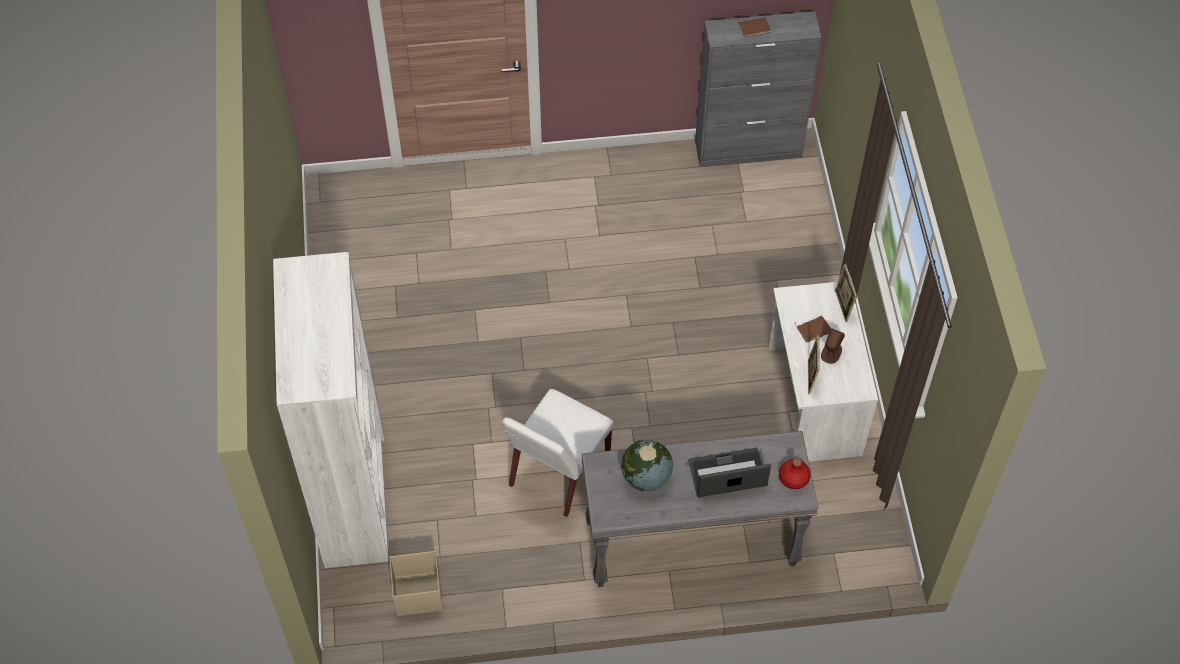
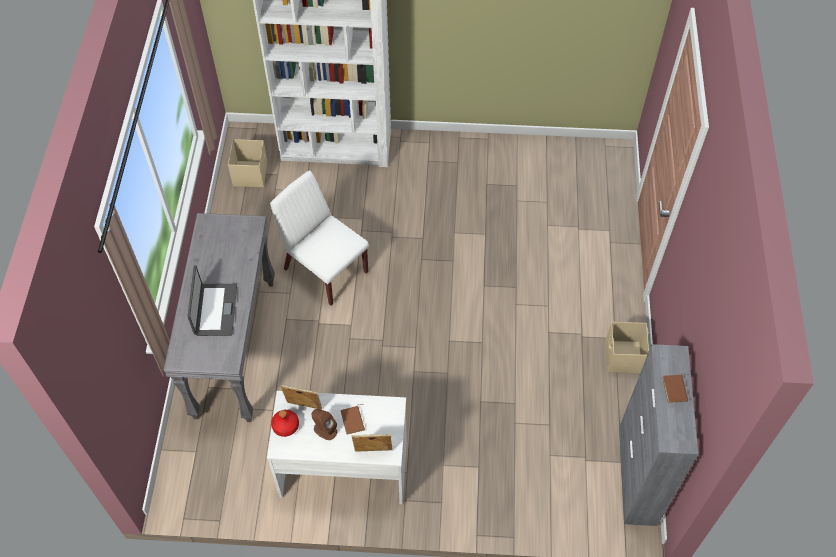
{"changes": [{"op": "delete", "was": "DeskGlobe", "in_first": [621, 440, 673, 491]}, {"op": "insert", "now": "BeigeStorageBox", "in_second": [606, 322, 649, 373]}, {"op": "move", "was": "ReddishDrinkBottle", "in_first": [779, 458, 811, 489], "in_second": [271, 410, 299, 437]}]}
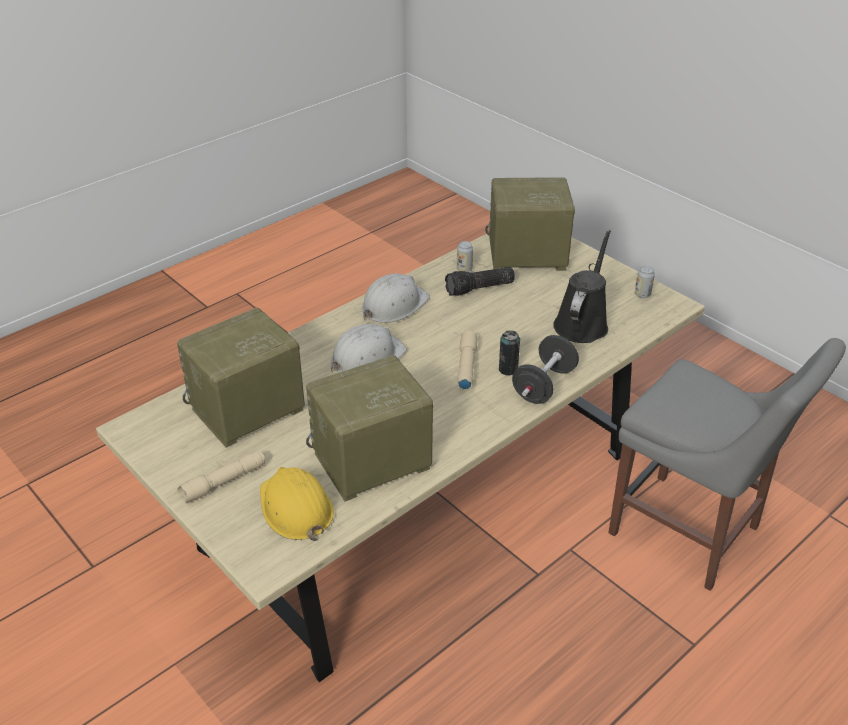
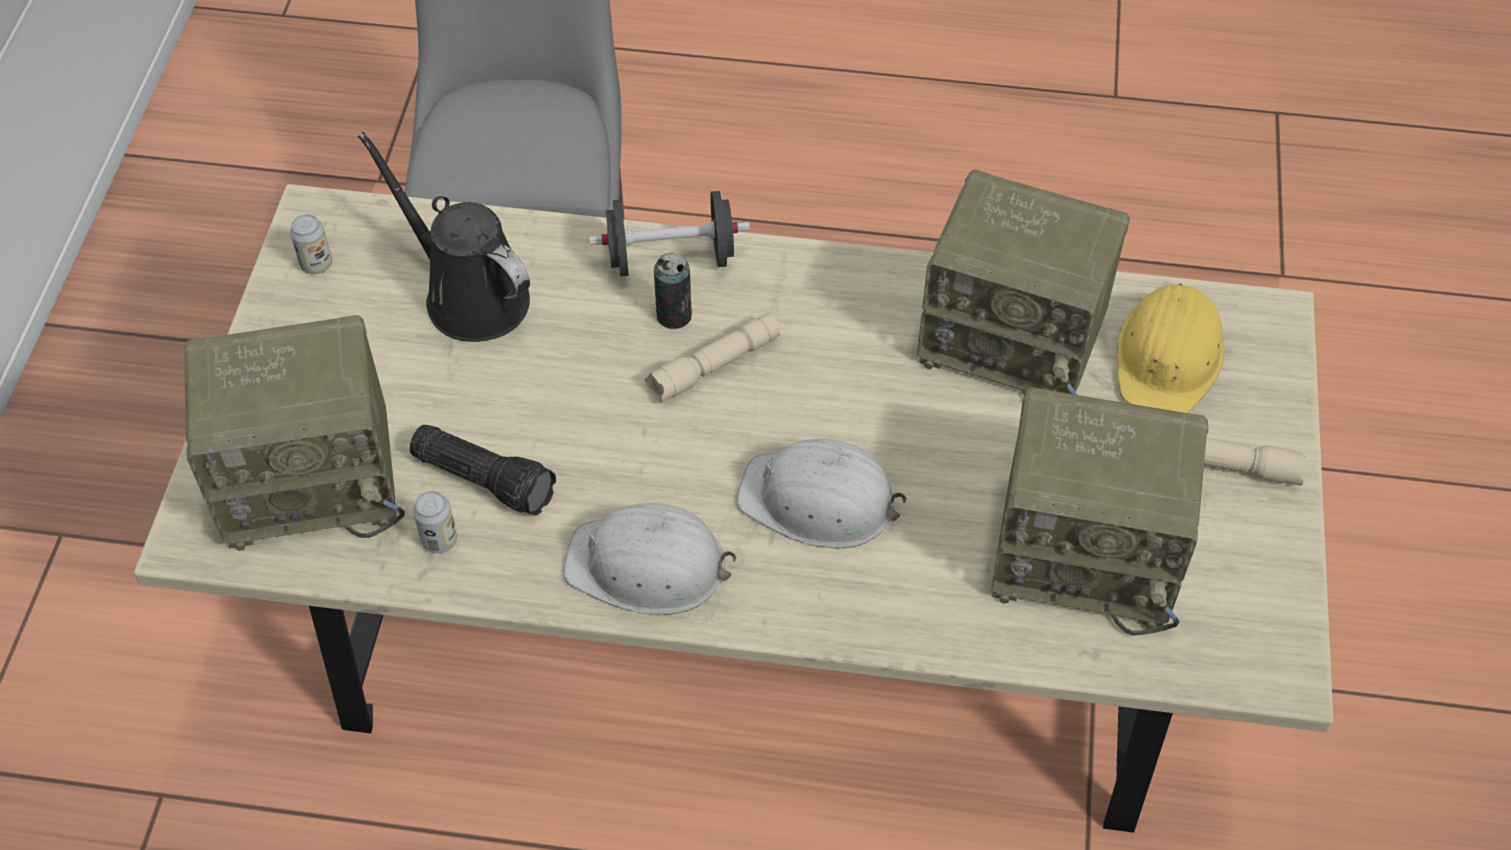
{"changes": [{"op": "rotate", "was": "RadioReceiver", "in_first": [485, 177, 575, 271], "in_second": [183, 315, 405, 551], "clockwise": -60}, {"op": "rotate", "was": "BlackishSprinklingCan", "in_first": [553, 230, 611, 343], "in_second": [358, 132, 530, 342], "clockwise": 60}]}
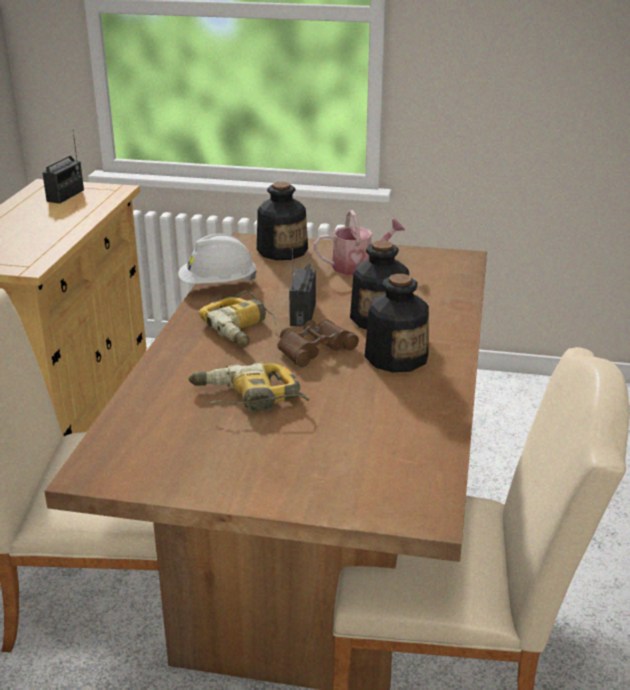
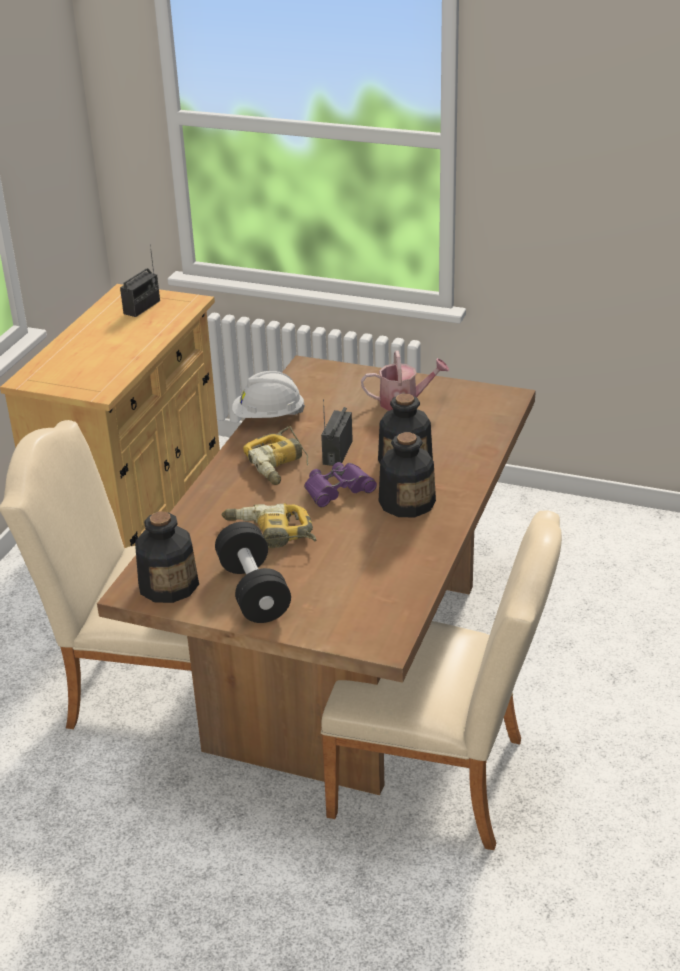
{"changes": [{"op": "insert", "now": "BlackishHandWeight", "in_second": [215, 522, 291, 623]}, {"op": "move", "was": "DrinkBottle", "in_first": [257, 182, 308, 260], "in_second": [135, 512, 199, 603]}, {"op": "recolor", "was": "BrownColouredPairOfBinoculars", "now": "PurplePairOfBinoculars", "in_first": [277, 319, 359, 367], "in_second": [304, 462, 377, 507]}]}
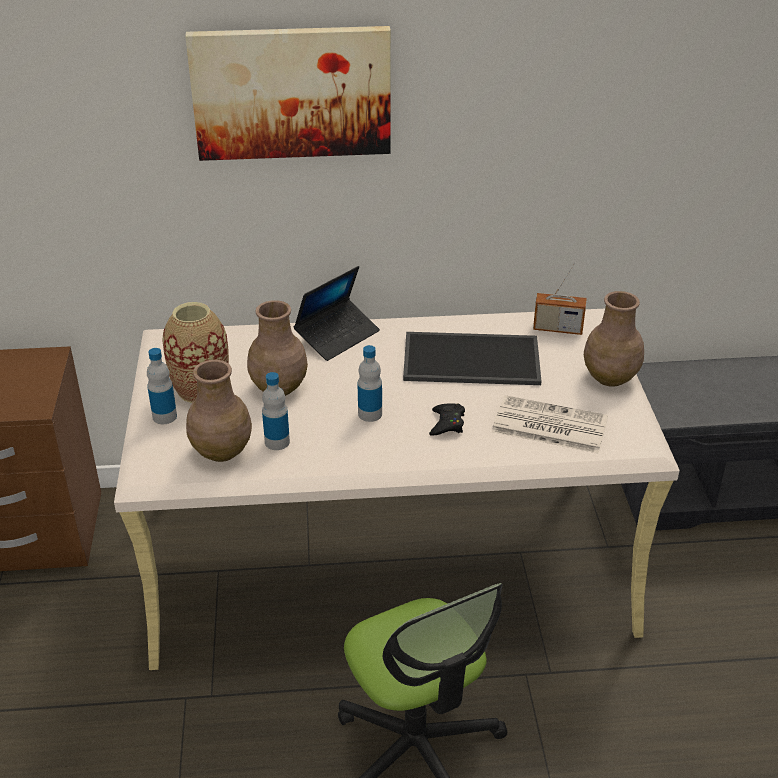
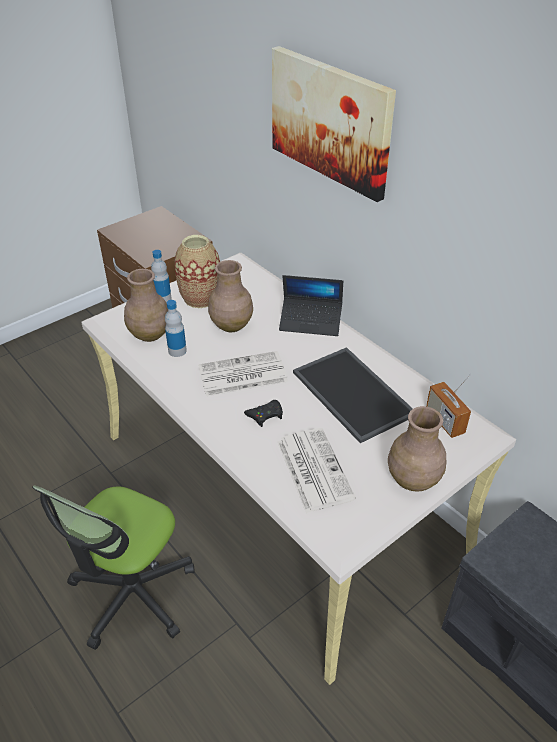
{"changes": [{"op": "replace", "was": "DrinkBottle", "now": "DailyPaper", "in_first": [358, 345, 382, 422], "in_second": [198, 351, 288, 396]}]}
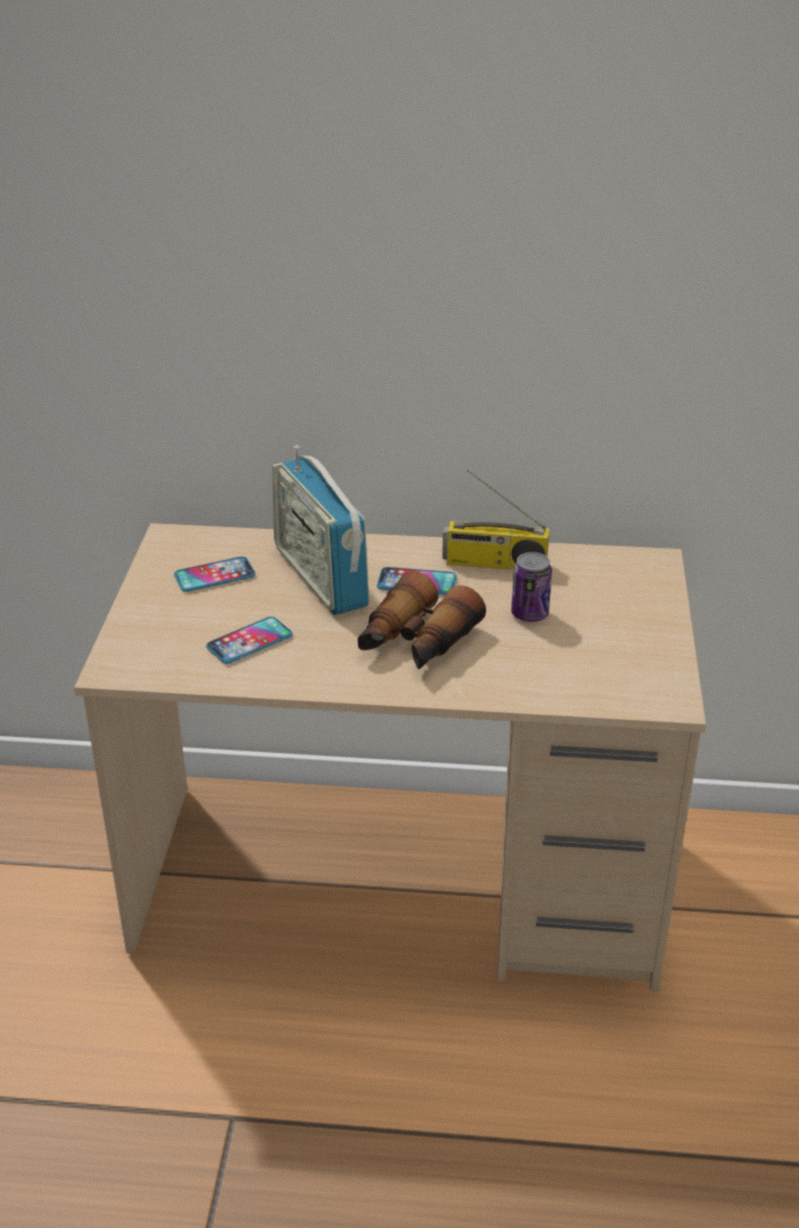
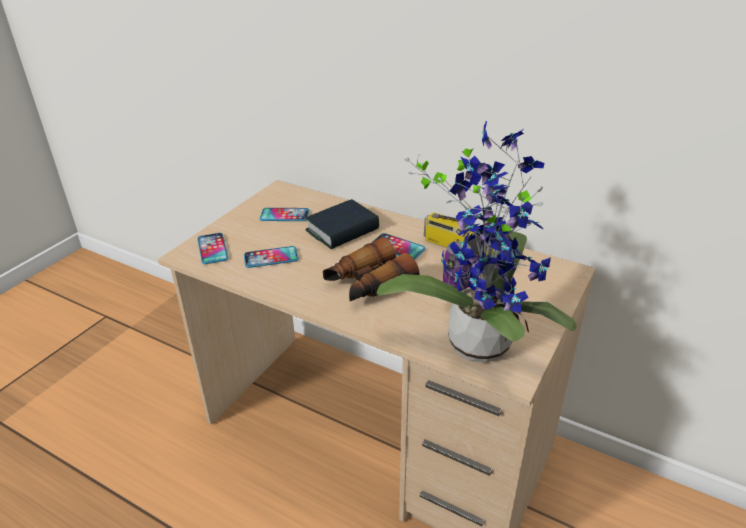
{"changes": [{"op": "insert", "now": "Telephone", "in_second": [197, 233, 229, 264]}, {"op": "insert", "now": "PottedPlant", "in_second": [376, 121, 577, 363]}, {"op": "replace", "was": "RadioReceiver", "now": "BoundBook", "in_first": [272, 445, 370, 615], "in_second": [305, 199, 379, 249]}]}
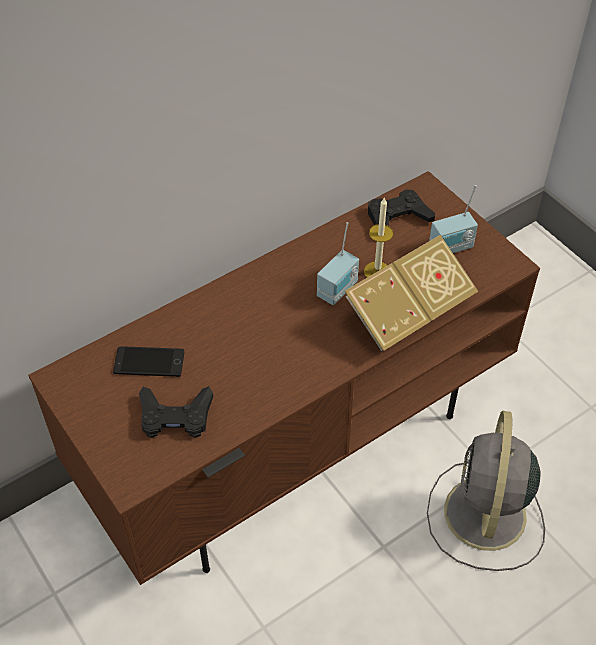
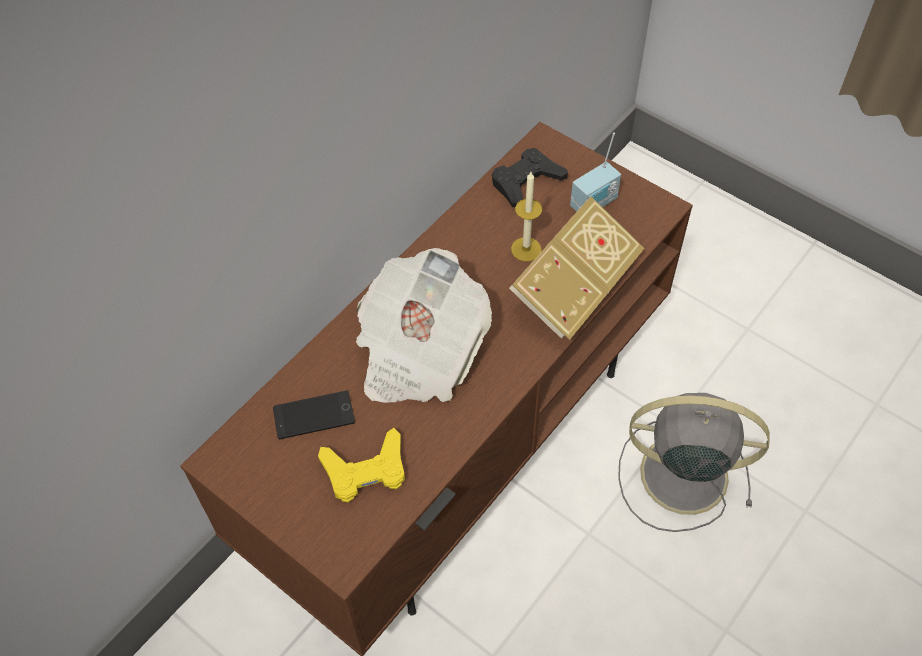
{"changes": [{"op": "delete", "was": "RadioReceiver", "in_first": [317, 222, 359, 305]}, {"op": "insert", "now": "DailyPaper", "in_second": [356, 248, 492, 403]}, {"op": "recolor", "was": "BlackishGameController", "now": "YellowGameController", "in_first": [139, 386, 213, 438], "in_second": [318, 428, 405, 502]}, {"op": "rotate", "was": "GrayCoolingFan", "in_first": [427, 411, 545, 571], "in_second": [618, 393, 770, 532], "clockwise": 105}]}
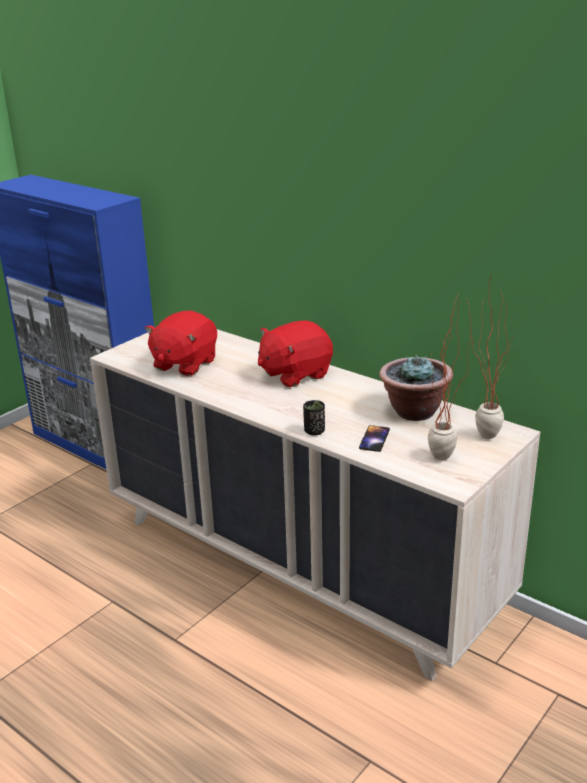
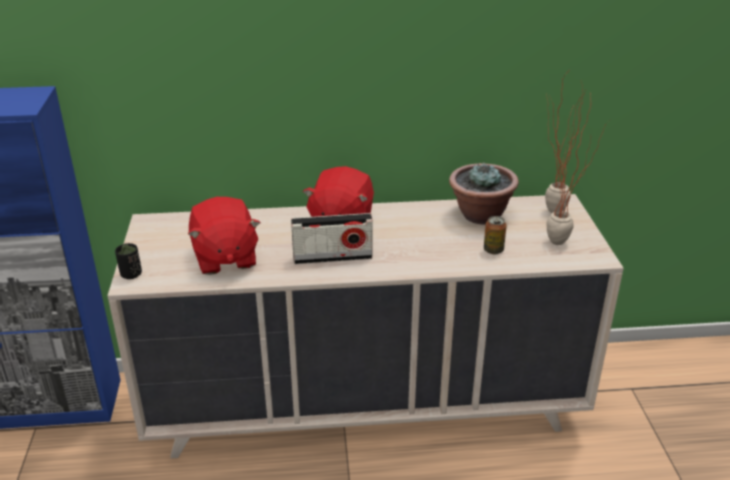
{"changes": [{"op": "insert", "now": "RadioReceiver", "in_second": [291, 213, 373, 264]}, {"op": "move", "was": "BlackishCup", "in_first": [303, 400, 325, 436], "in_second": [115, 243, 142, 279]}, {"op": "replace", "was": "Telephone", "now": "MetalCan", "in_first": [359, 425, 390, 452], "in_second": [484, 216, 507, 254]}]}
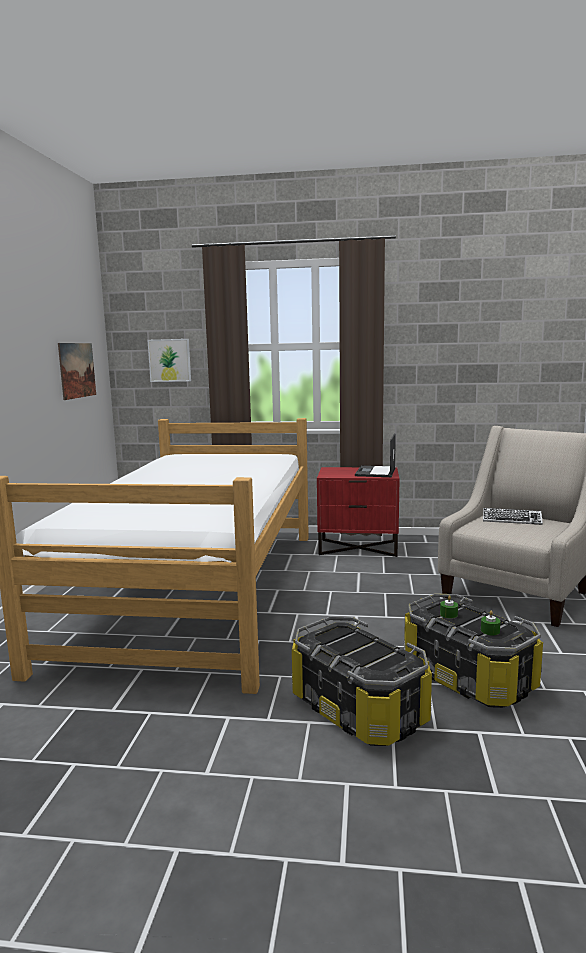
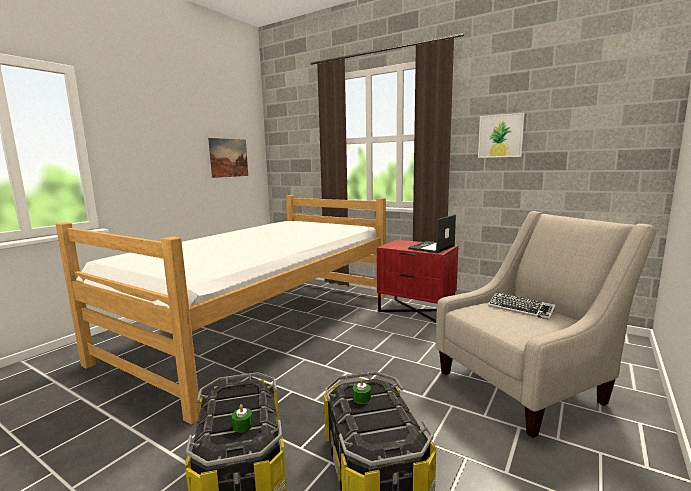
{"changes": [{"op": "move", "was": "Picture", "in_first": [148, 339, 191, 382], "in_second": [478, 113, 525, 158]}, {"op": "move", "was": "GreenColouredWaxLight", "in_first": [481, 611, 501, 635], "in_second": [232, 404, 253, 432]}]}
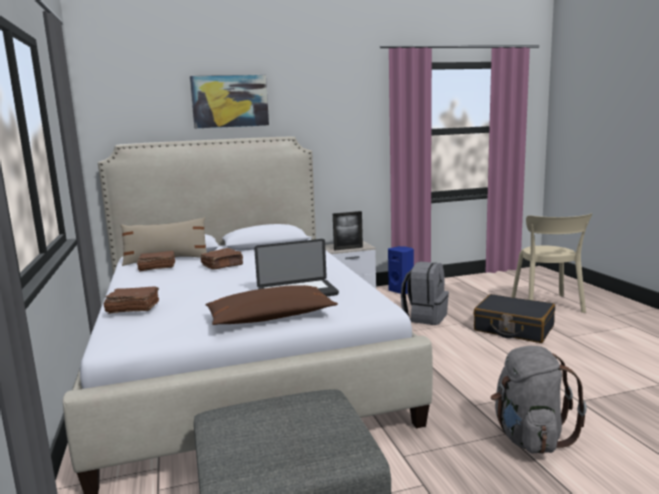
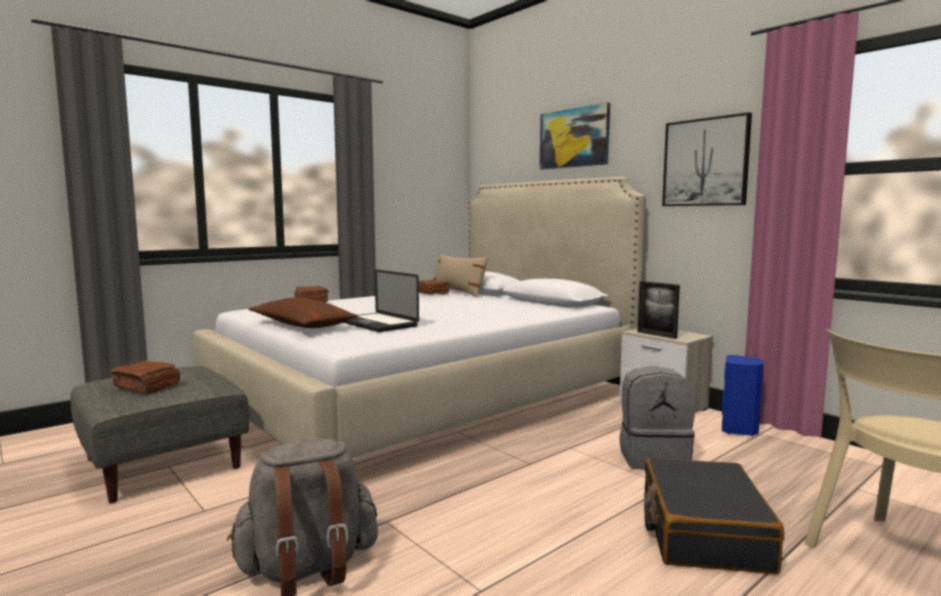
{"changes": [{"op": "insert", "now": "Picture", "in_second": [662, 112, 752, 206]}, {"op": "move", "was": "BrownColouredBoundBook", "in_first": [200, 248, 243, 270], "in_second": [110, 361, 180, 394]}]}
